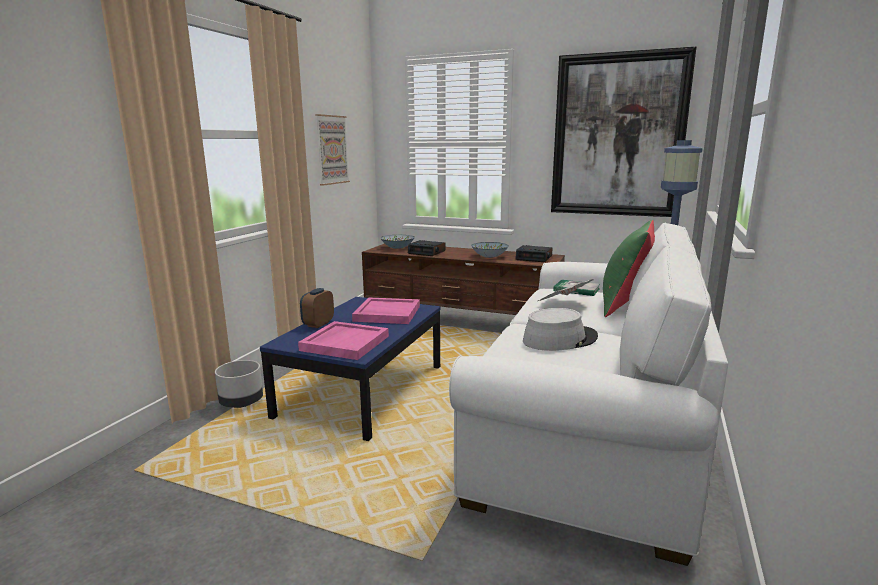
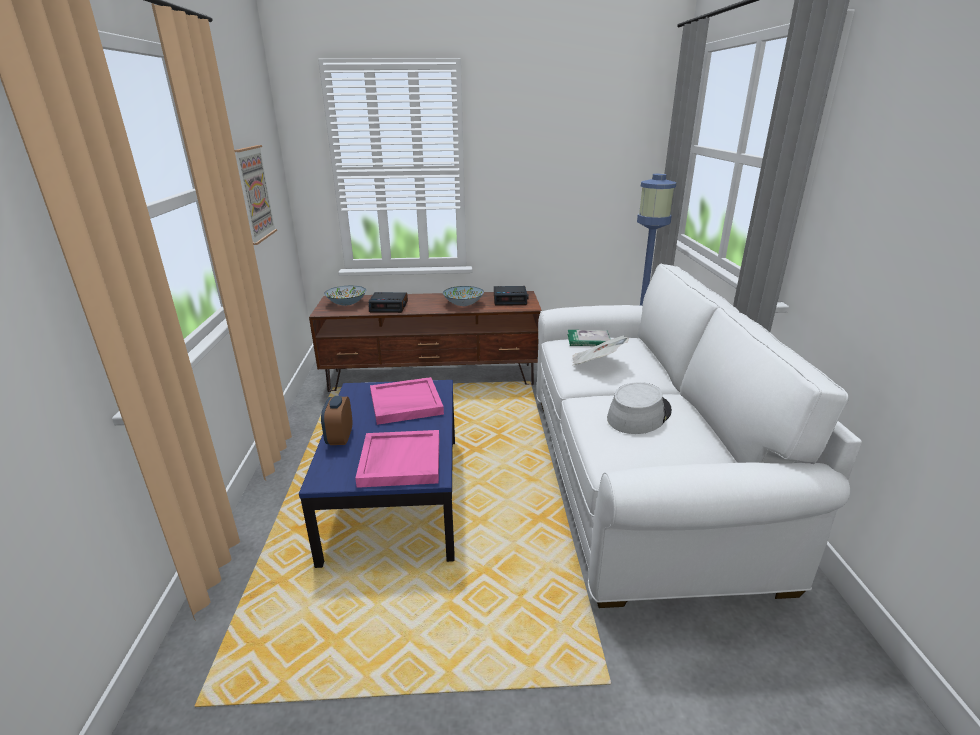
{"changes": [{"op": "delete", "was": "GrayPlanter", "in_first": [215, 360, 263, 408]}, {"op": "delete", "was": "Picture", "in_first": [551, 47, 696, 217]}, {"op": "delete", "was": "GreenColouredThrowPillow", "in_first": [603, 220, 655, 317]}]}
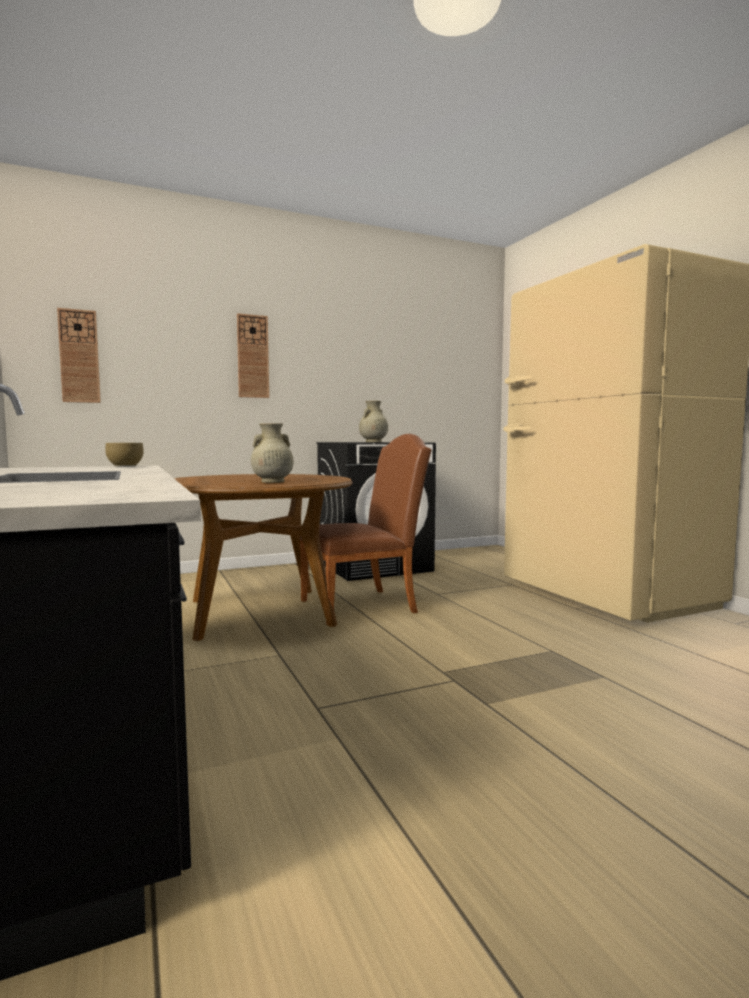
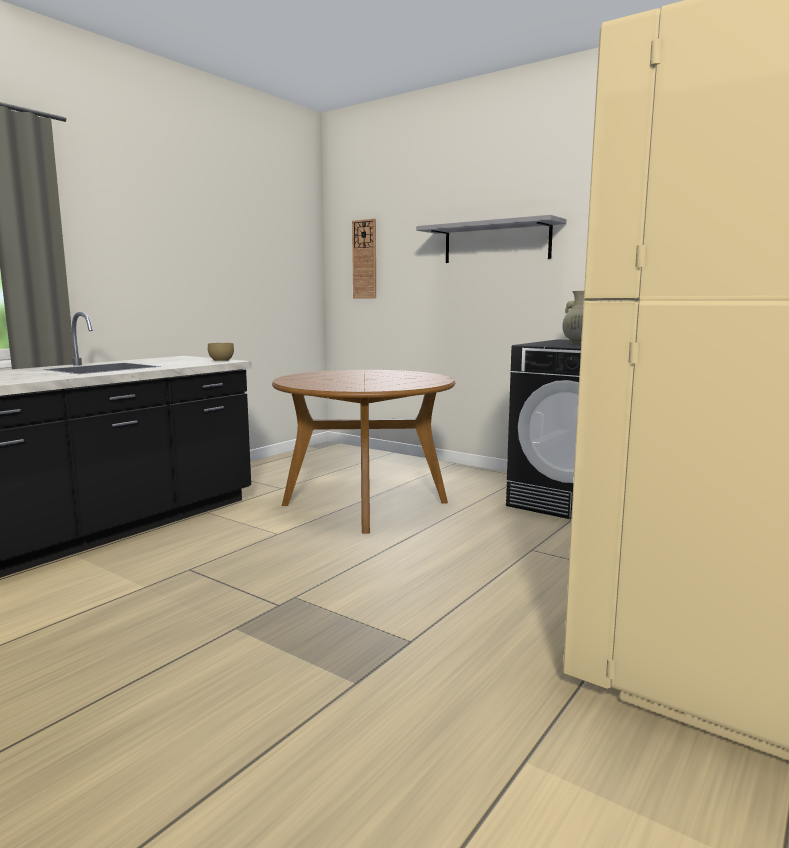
{"changes": [{"op": "delete", "was": "BeigeVase", "in_first": [251, 423, 293, 483]}, {"op": "delete", "was": "BrownColouredPlainChair", "in_first": [300, 434, 432, 624]}, {"op": "replace", "was": "ClockOnTheWall", "now": "GrayWallShelf", "in_first": [237, 313, 269, 398], "in_second": [416, 215, 566, 263]}]}
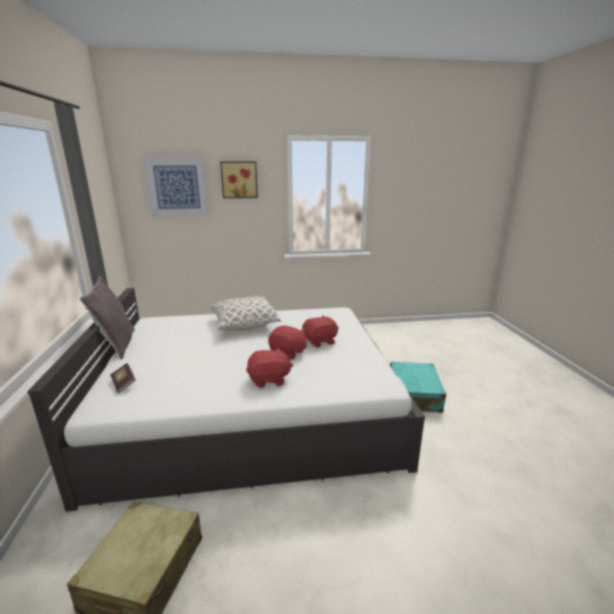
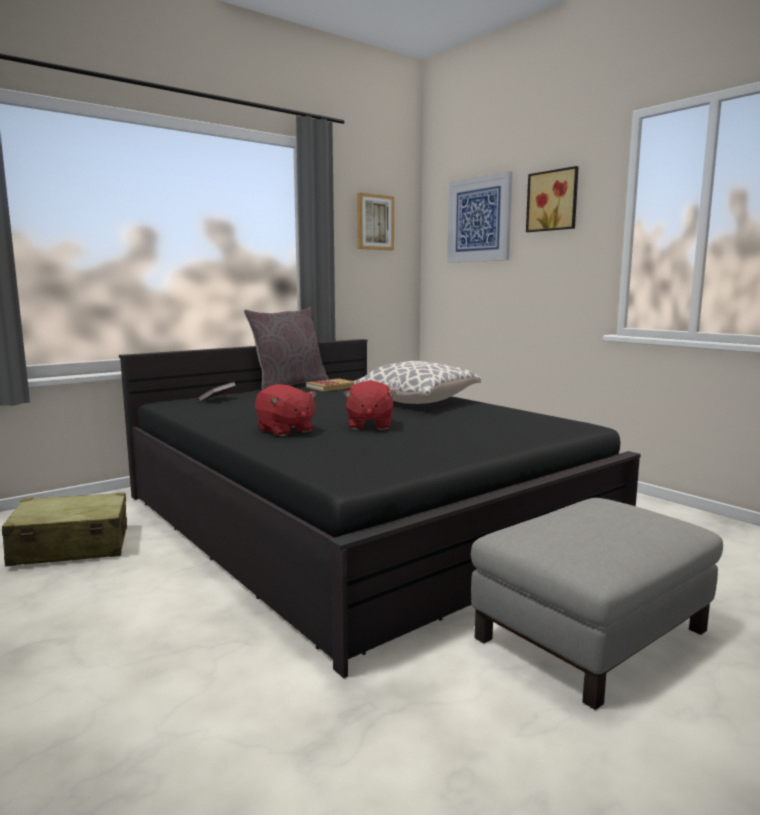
{"changes": [{"op": "delete", "was": "ReddishSoftToy", "in_first": [302, 316, 338, 348]}, {"op": "insert", "now": "BoundBook", "in_second": [306, 379, 354, 392]}, {"op": "insert", "now": "Picture", "in_second": [357, 193, 394, 250]}, {"op": "replace", "was": "BlueGreenTravelCase", "now": "GrayPouffe", "in_first": [390, 362, 446, 413], "in_second": [471, 498, 723, 710]}, {"op": "recolor", "was": "WhiteColouredBedroomBed", "now": "BlackishBedroomBed", "in_first": [27, 288, 425, 512], "in_second": [119, 339, 641, 678]}]}
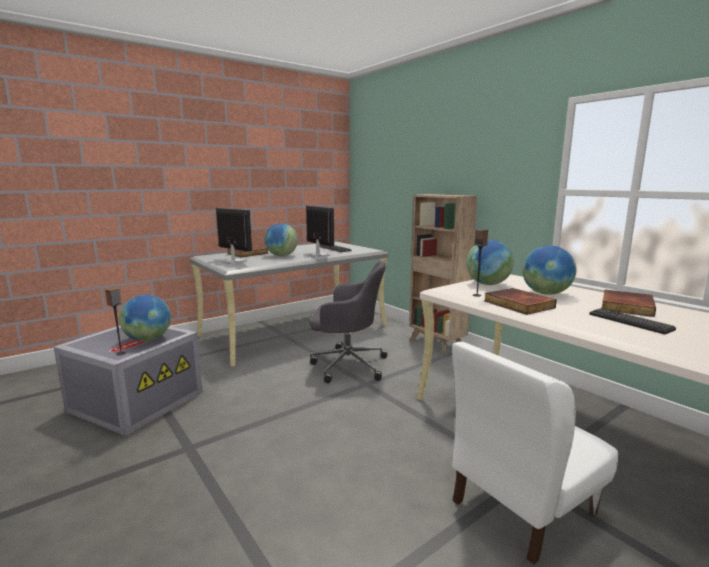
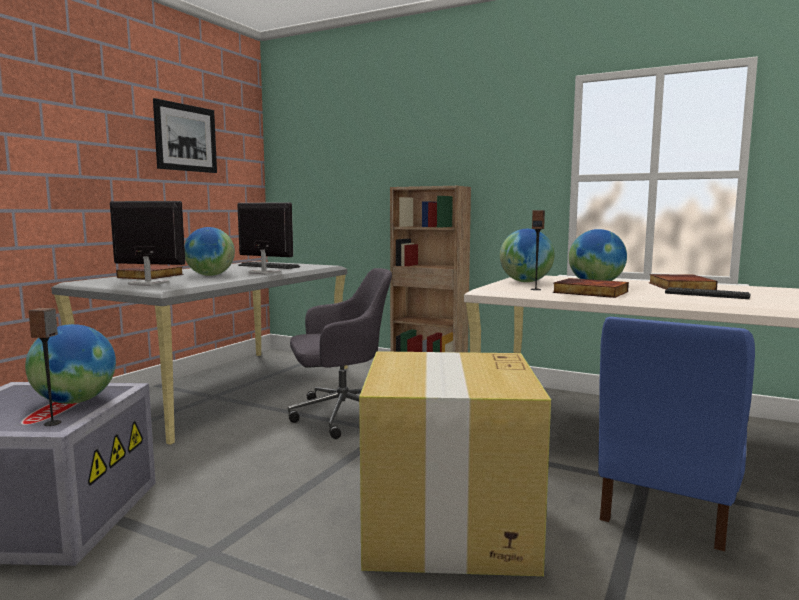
{"changes": [{"op": "insert", "now": "Picture", "in_second": [153, 98, 217, 173]}, {"op": "insert", "now": "PackingBox", "in_second": [359, 351, 551, 576]}, {"op": "recolor", "was": "WhiteColouredPlainChair", "now": "BluePlainChair", "in_first": [452, 342, 618, 565], "in_second": [598, 317, 755, 551]}]}
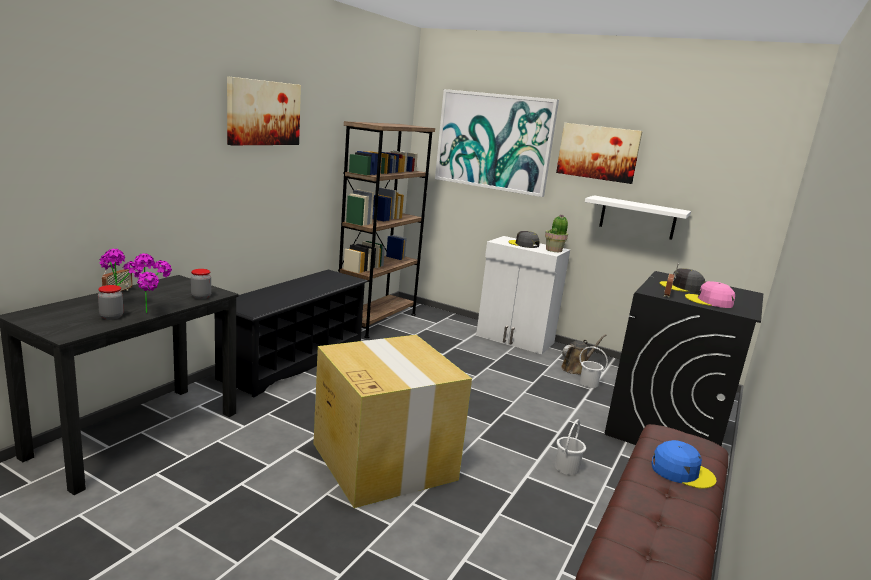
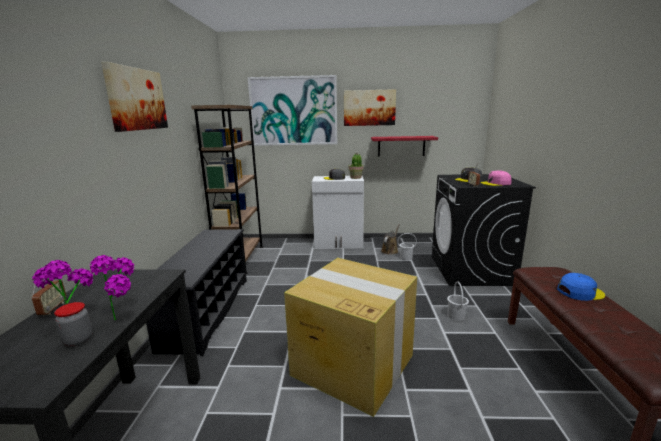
{"changes": [{"op": "delete", "was": "Jar", "in_first": [191, 269, 211, 299]}, {"op": "recolor", "was": "WhiteColouredWallShelf", "now": "ReddishWallShelf", "in_first": [585, 195, 691, 240], "in_second": [371, 136, 438, 157]}]}
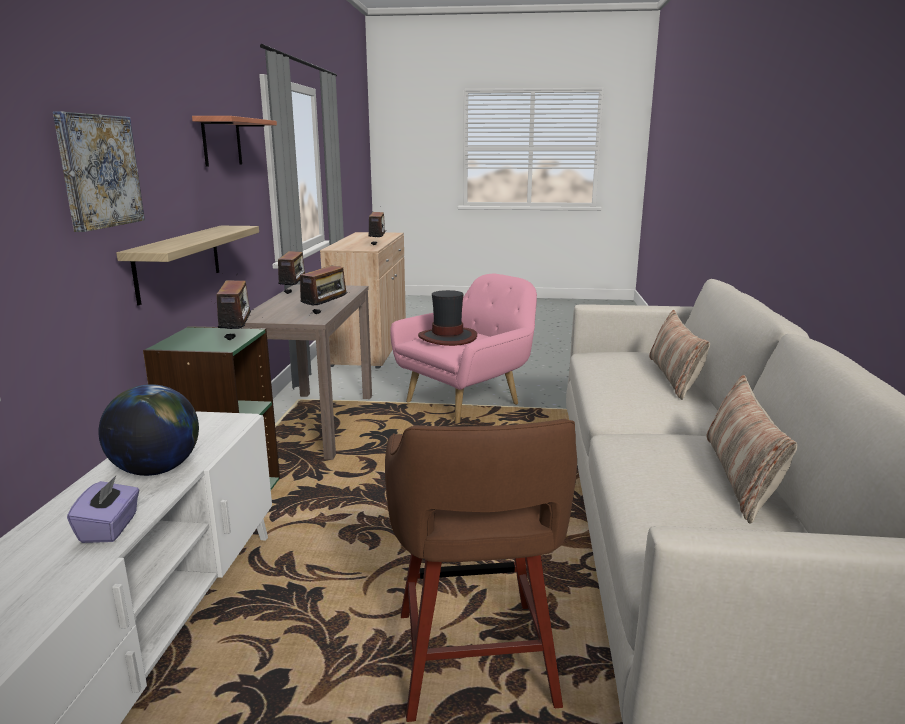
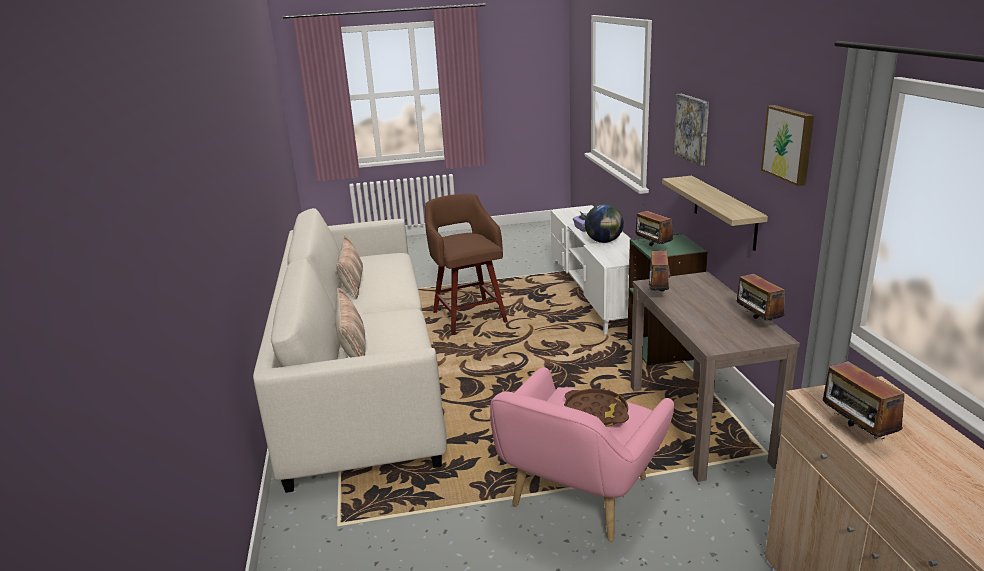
{"changes": [{"op": "replace", "was": "WallShelf", "now": "Picture", "in_first": [192, 116, 277, 167], "in_second": [761, 105, 814, 186]}, {"op": "replace", "was": "ClothingHat", "now": "BrownColouredTray", "in_first": [418, 290, 477, 346], "in_second": [564, 389, 629, 427]}]}
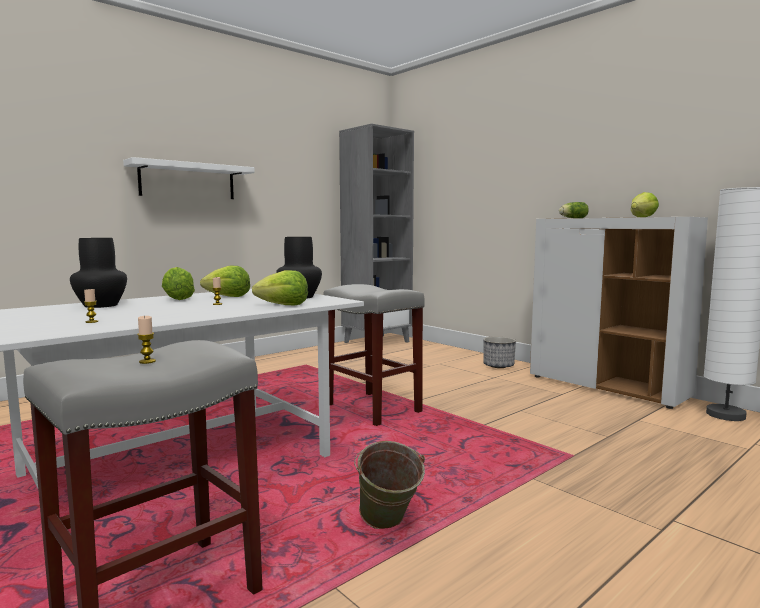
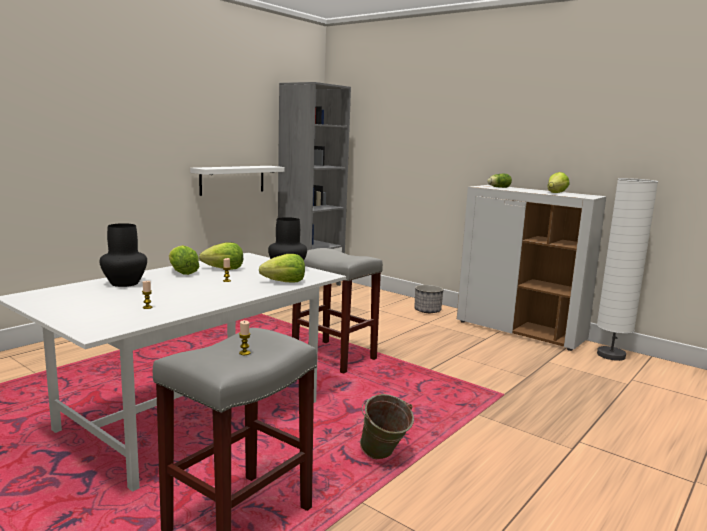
{"changes": [{"op": "move", "was": "WhiteColouredWallShelf", "in_first": [123, 157, 255, 199], "in_second": [190, 166, 284, 196]}]}
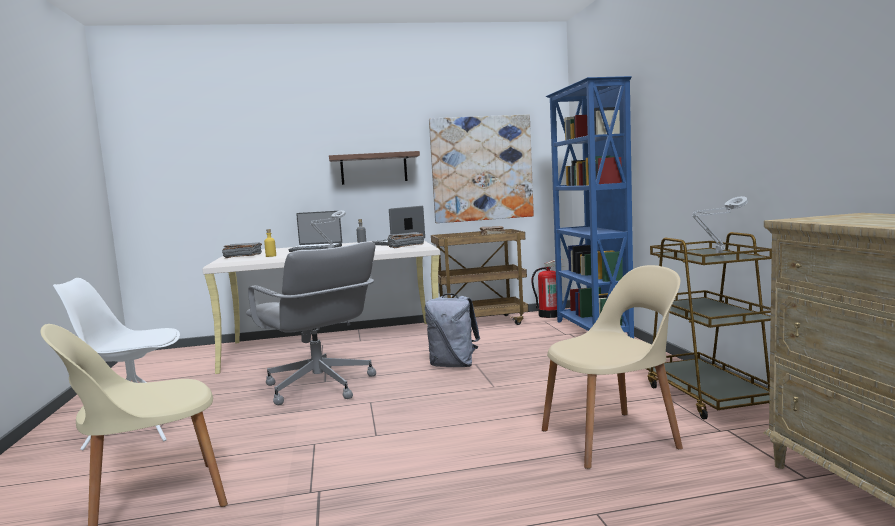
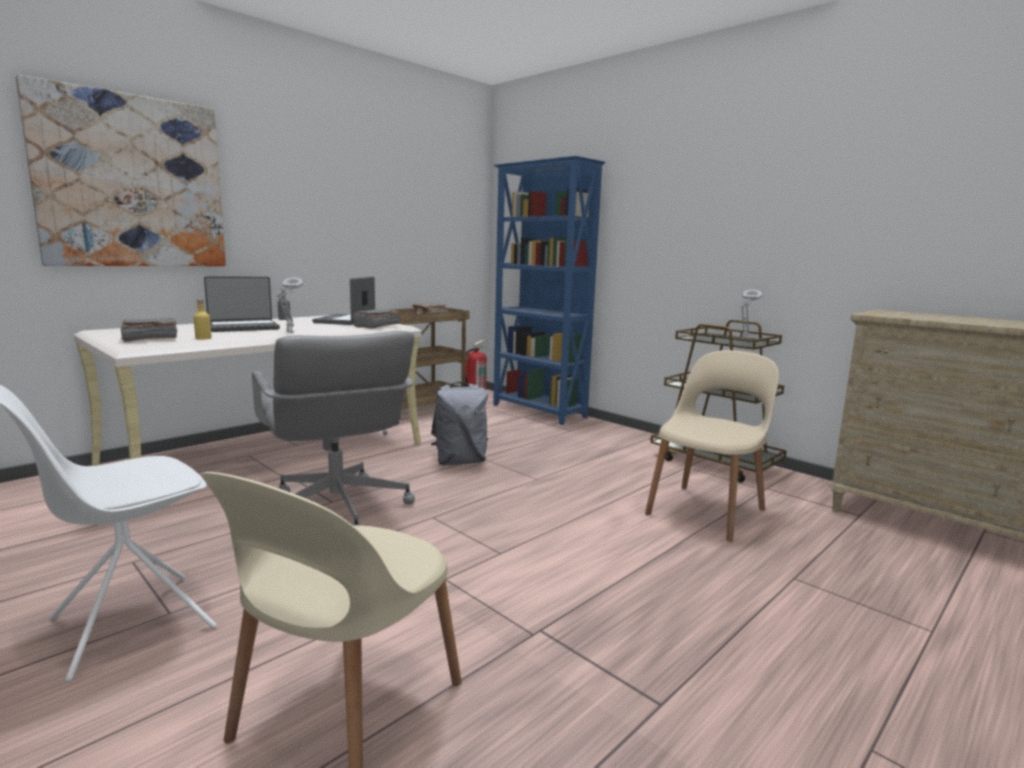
{"changes": [{"op": "delete", "was": "WallShelf", "in_first": [329, 151, 420, 185]}, {"op": "move", "was": "Picture", "in_first": [429, 114, 534, 223], "in_second": [16, 75, 226, 266]}, {"op": "rotate", "was": "GrayComputerChair", "in_first": [246, 242, 376, 405], "in_second": [252, 331, 415, 526], "clockwise": 45}]}
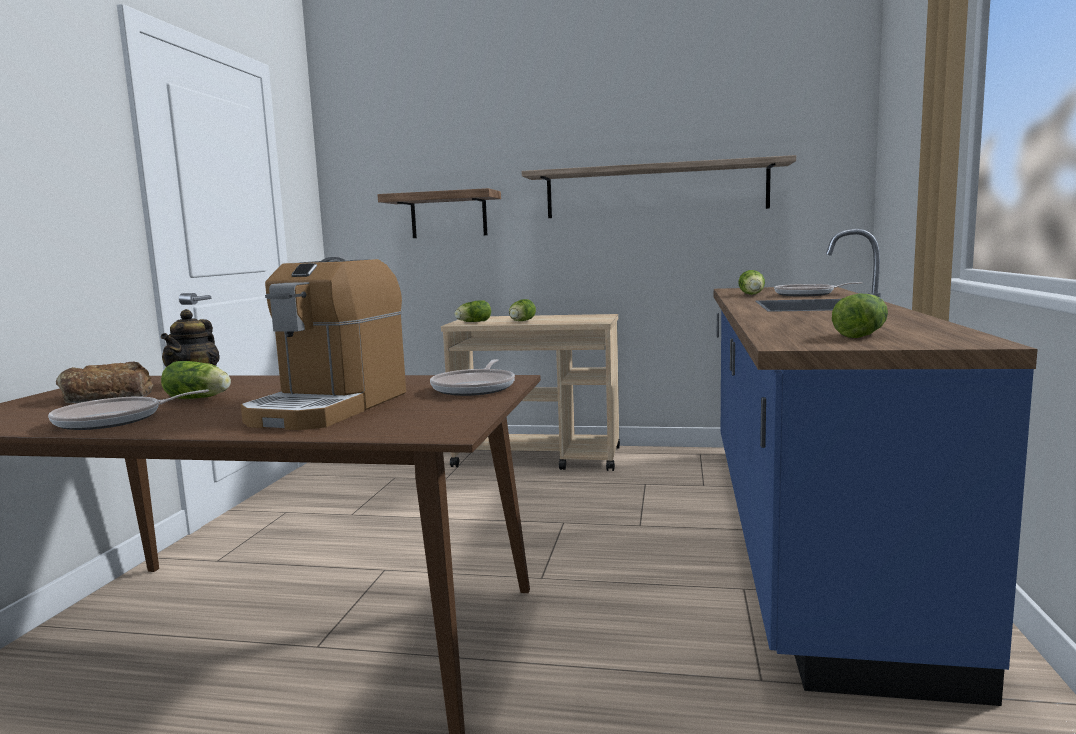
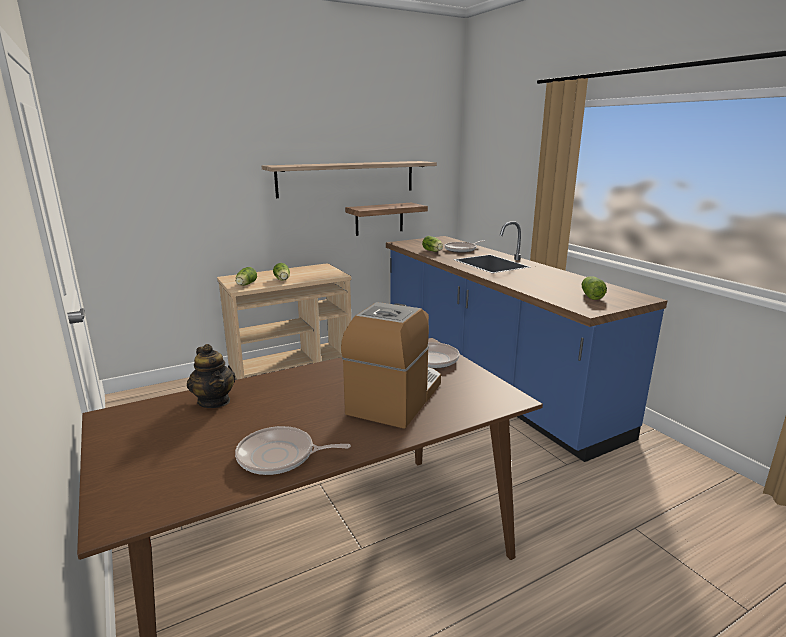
{"changes": [{"op": "delete", "was": "Bread", "in_first": [56, 362, 154, 403]}, {"op": "delete", "was": "LettuceHead", "in_first": [161, 361, 231, 399]}, {"op": "move", "was": "WallShelf", "in_first": [377, 188, 501, 238], "in_second": [345, 203, 428, 236]}, {"op": "rotate", "was": "Pan", "in_first": [48, 390, 209, 430], "in_second": [235, 426, 351, 475], "clockwise": 75}, {"op": "rotate", "was": "CoffeeMaker", "in_first": [241, 257, 406, 430], "in_second": [341, 302, 441, 429], "clockwise": -135}]}
